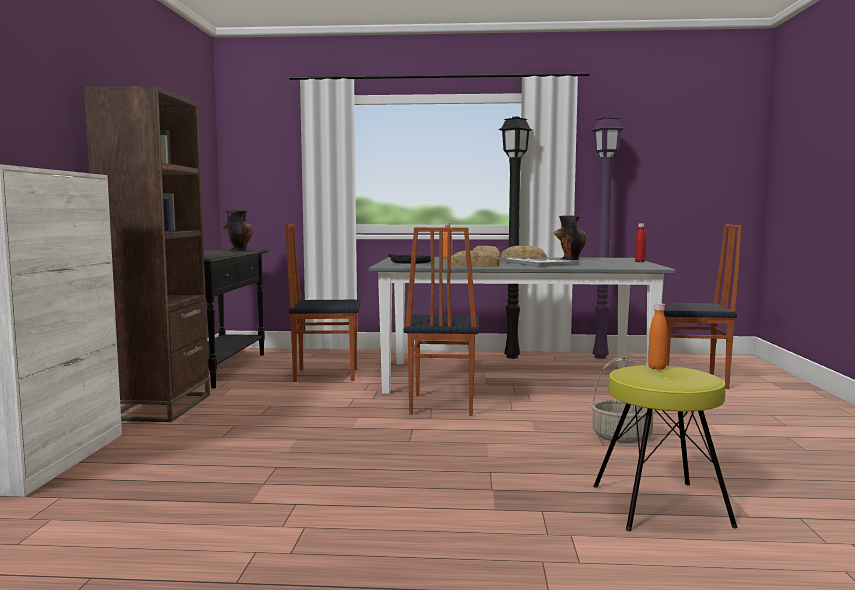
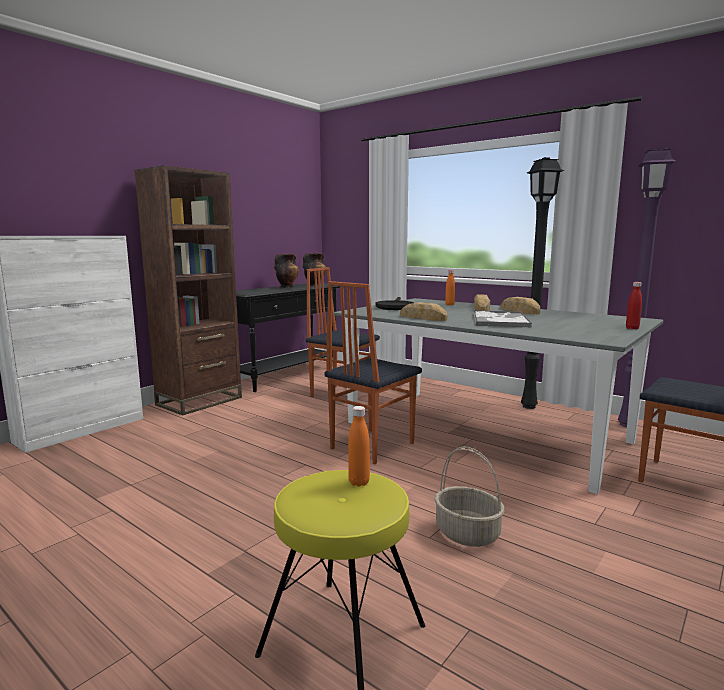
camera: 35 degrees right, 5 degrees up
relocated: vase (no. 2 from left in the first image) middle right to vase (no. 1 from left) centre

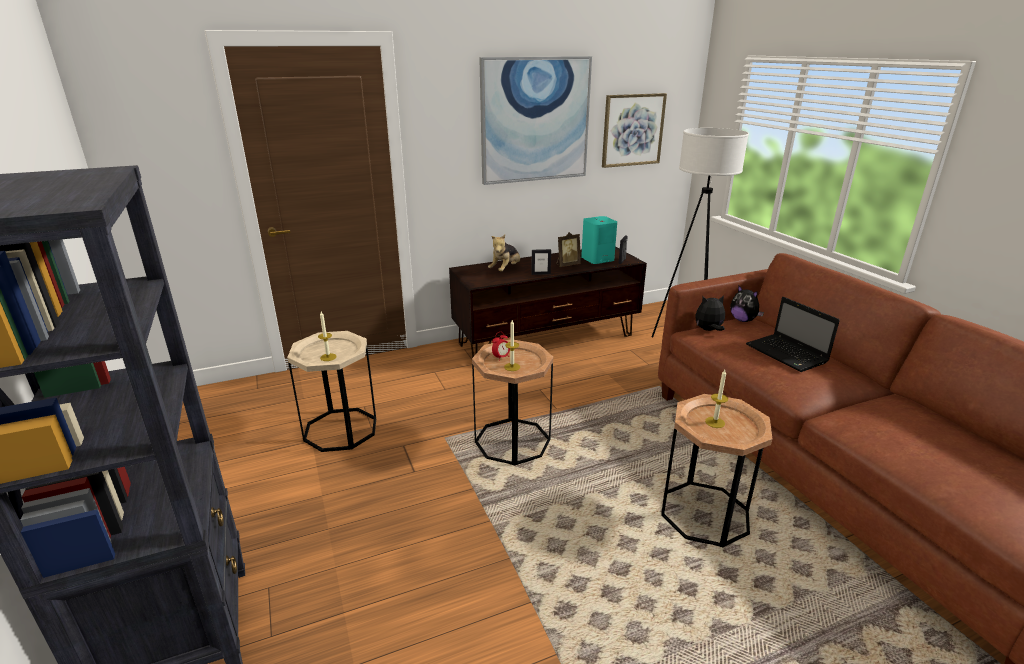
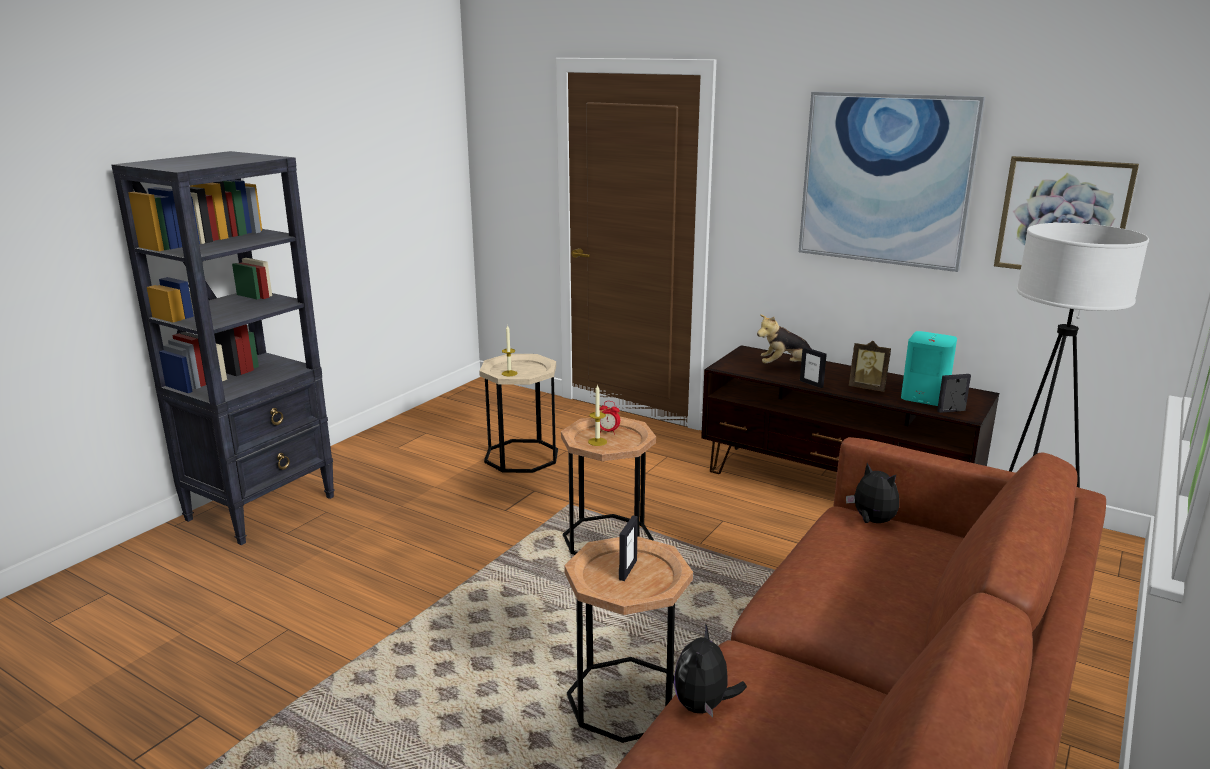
camera: 55 degrees right, 5 degrees down
missing: laptop middle right
relocated: plush toy (no. 3 from left in the first image) middle right to plush toy (no. 1 from left) bottom centre
exchanged: candle (no. 3 from left) middle right to picture frame (no. 1 from left) bottom centre

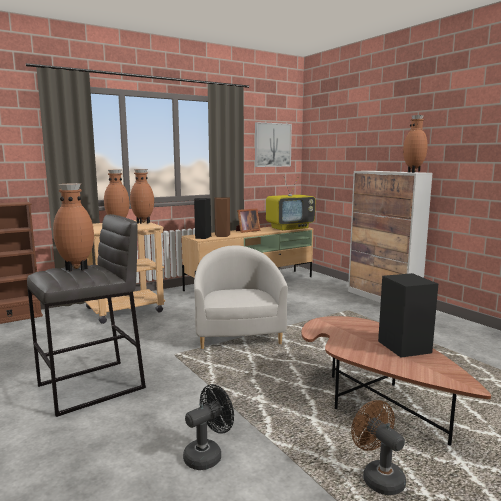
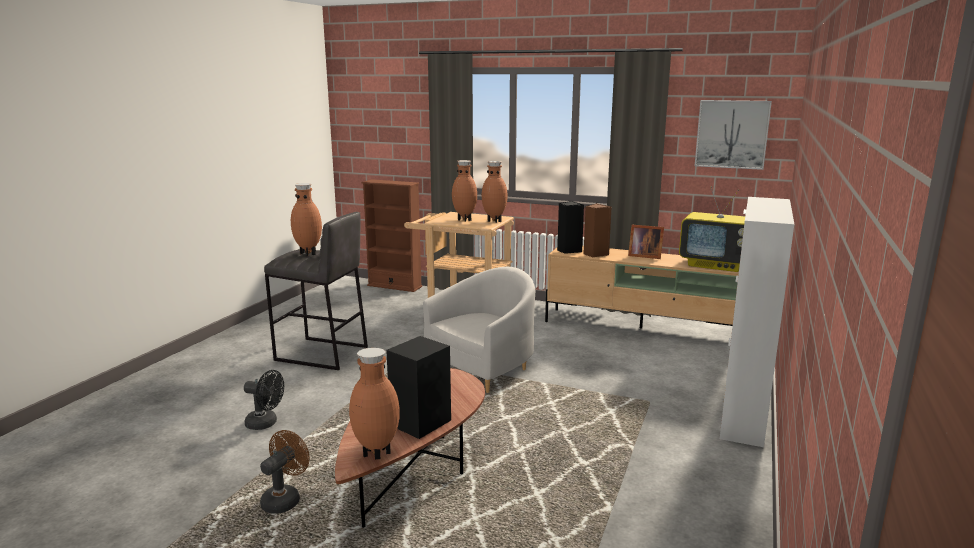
camera: 55 degrees right, 5 degrees up
relocated: brown vase (no. 4 from left in the first image) top right to brown vase (no. 2 from left) bottom centre

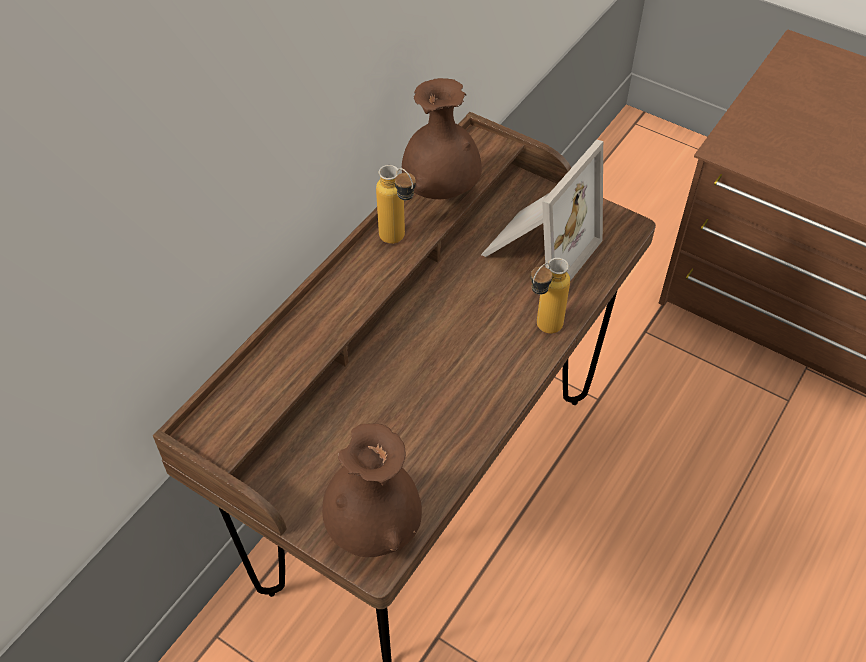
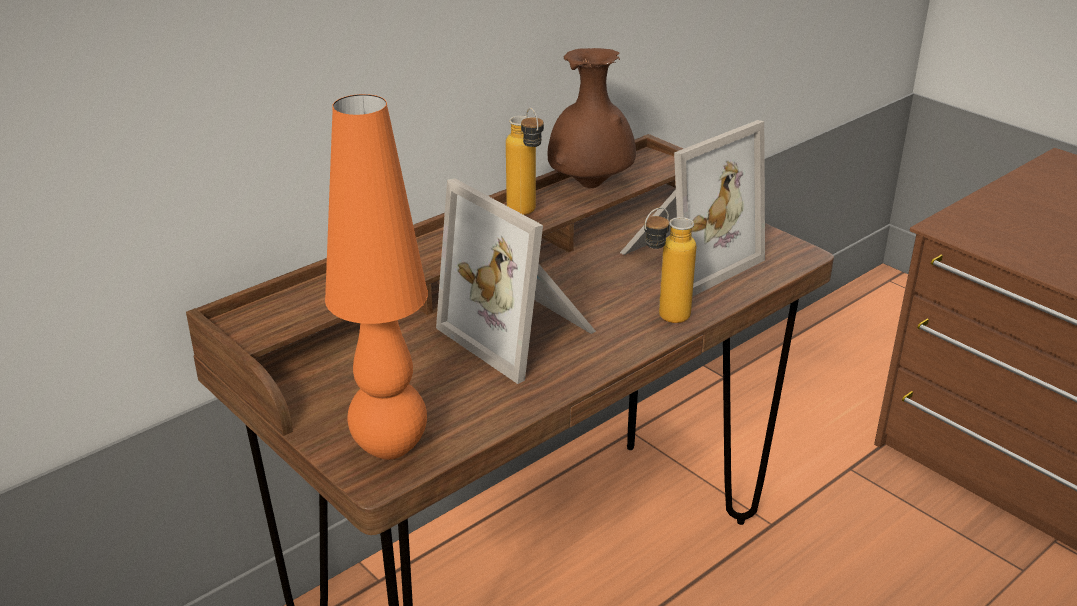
camera: 15 degrees right, 20 degrees down
appeared: picture frame (no. 1 from left) centre
exchanged: brown vase (no. 1 from left) bottom centre to orange table lamp centre

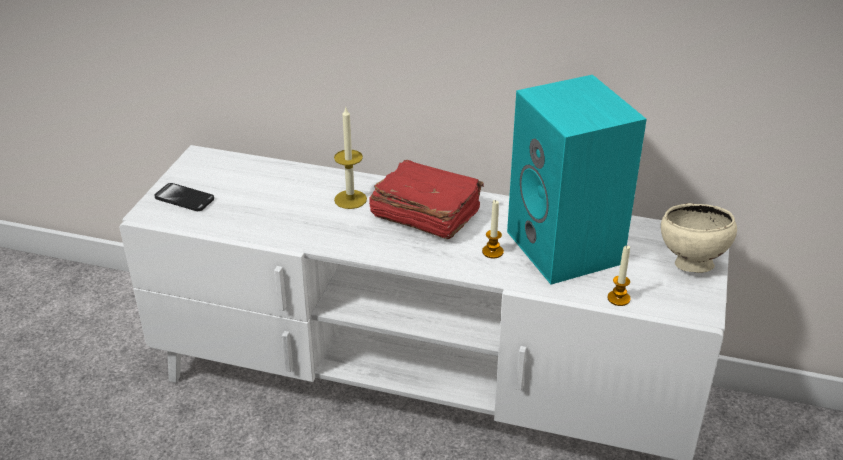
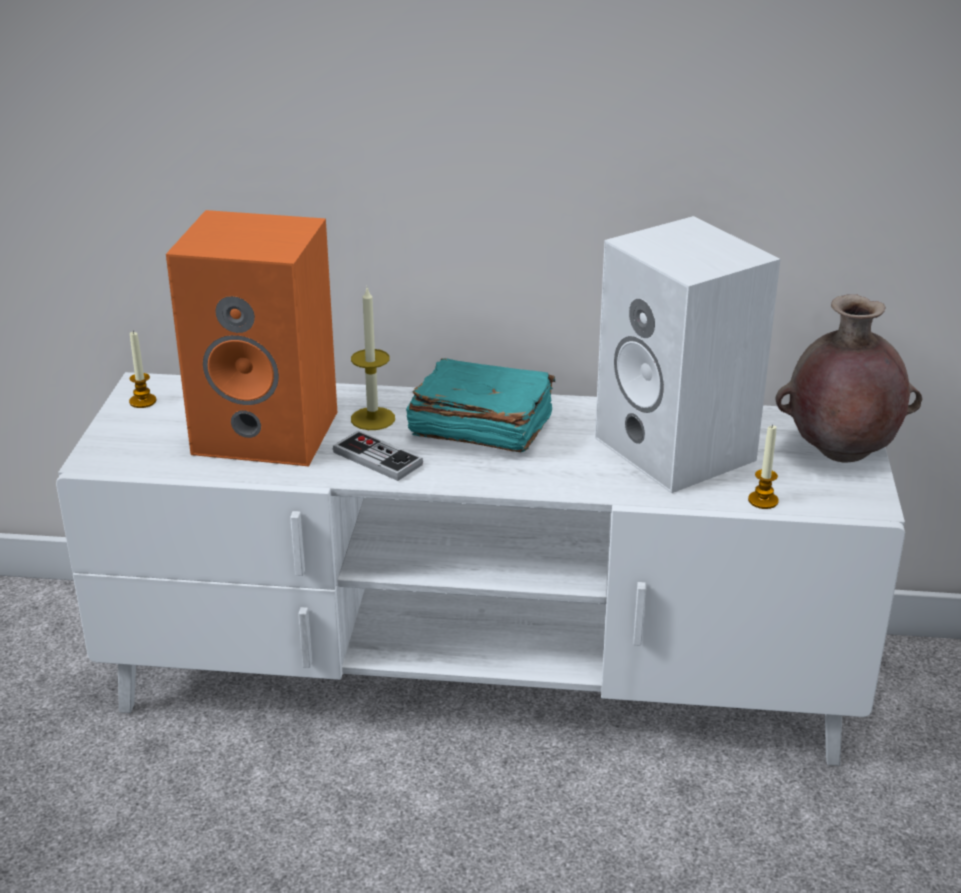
camera: 10 degrees left, 5 degrees down
missing: phone middle left
appeared: orange speaker middle left; game controller centre
relocated: candle (no. 2 from left in the first image) centre to candle (no. 1 from left) middle left
exchanged: beige bowl middle right to brown vase middle right
colour: turquoise speaker middle right to white speaker middle right; red book centre to turquoise book centre

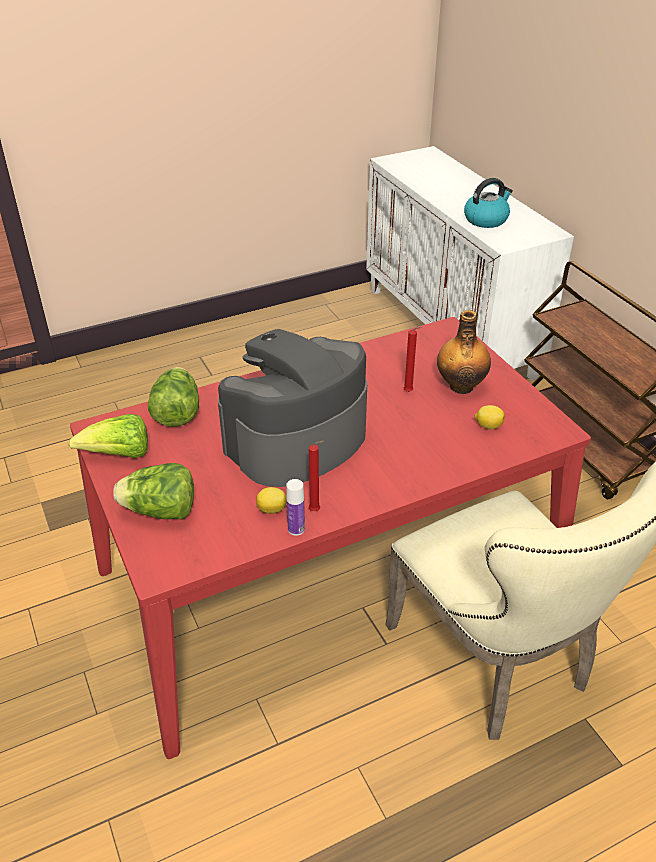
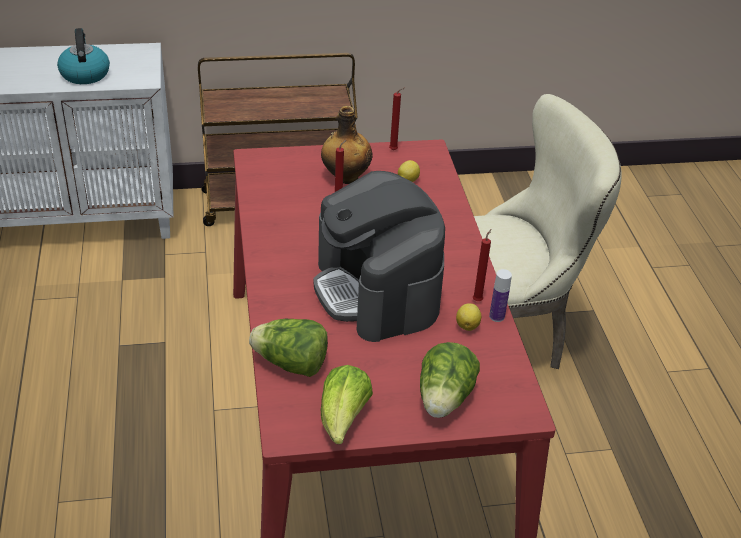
camera: 75 degrees left, 0 degrees up
appeared: red candle (no. 2 from left) top centre

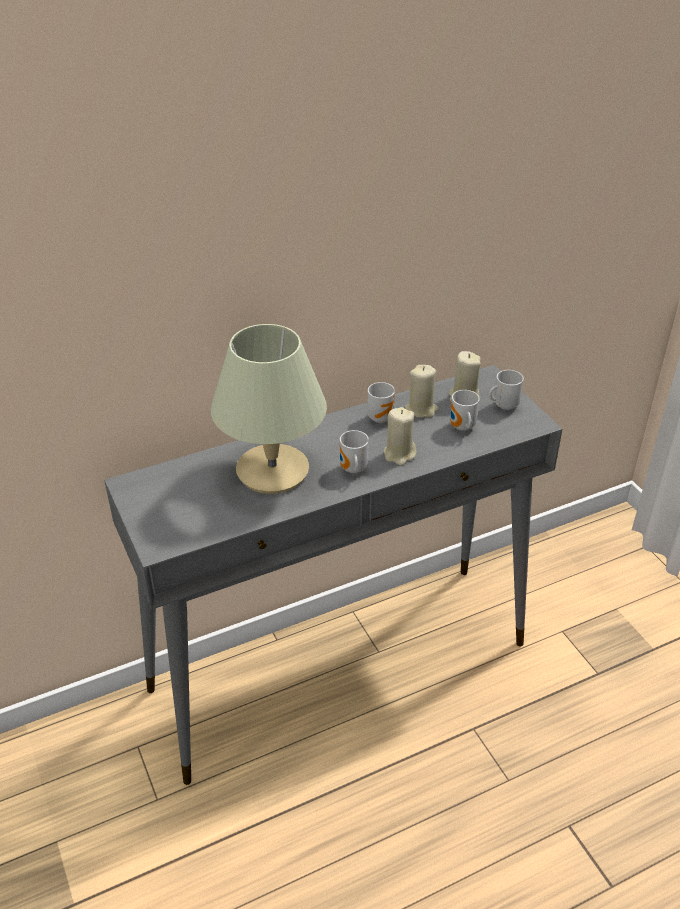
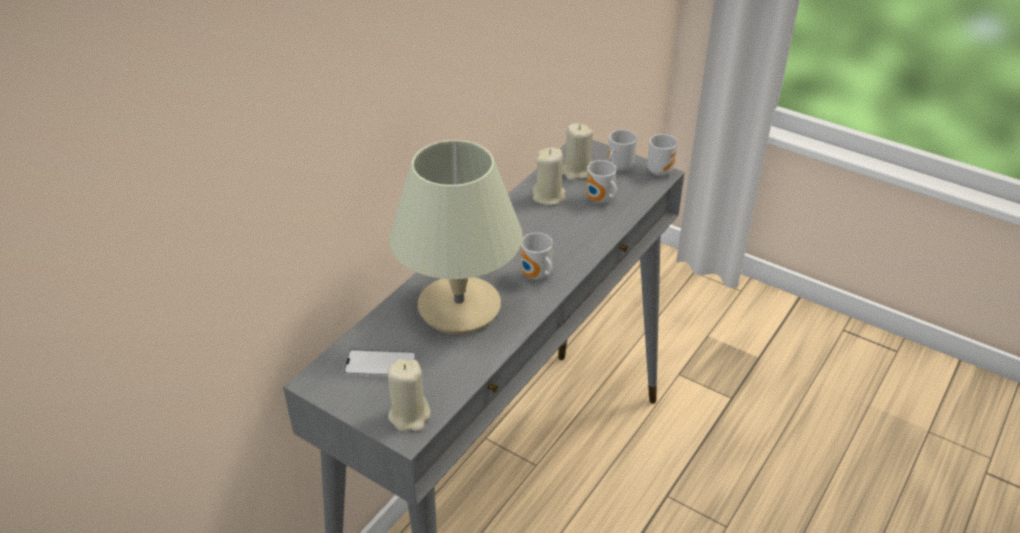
camera: 30 degrees left, 0 degrees up
appeared: phone bottom centre
relocated: mug (no. 2 from left in the first image) centre to mug (no. 4 from left) top centre; beige candle (no. 1 from left) centre to bottom centre

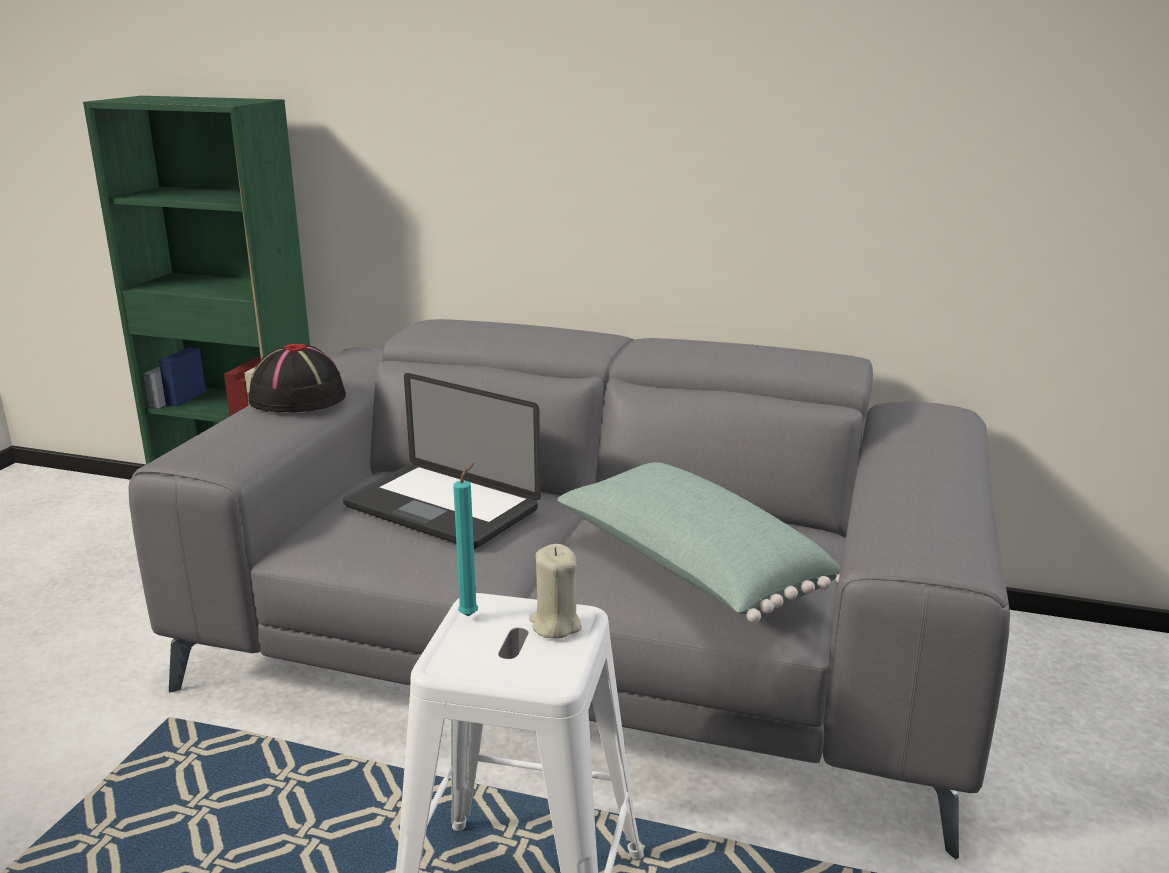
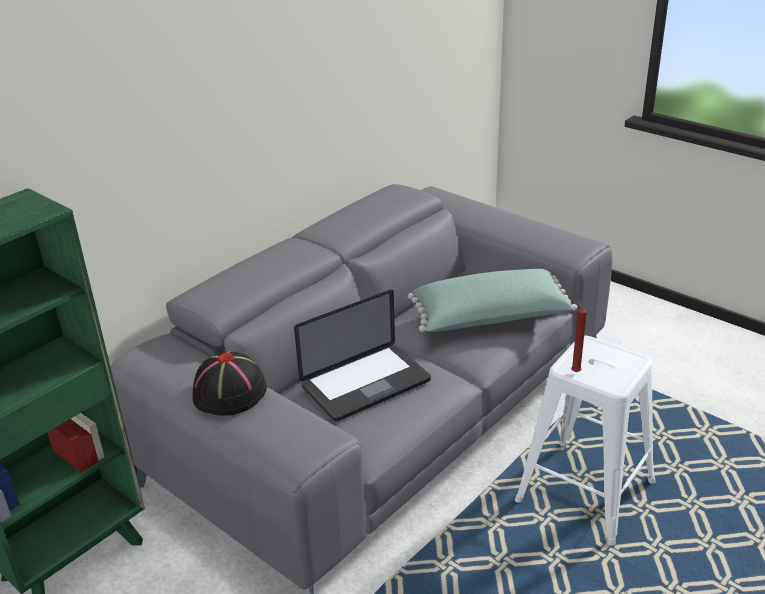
camera: 65 degrees left, 10 degrees up
missing: beige candle bottom centre
colour: turquoise candle centre to red candle middle right

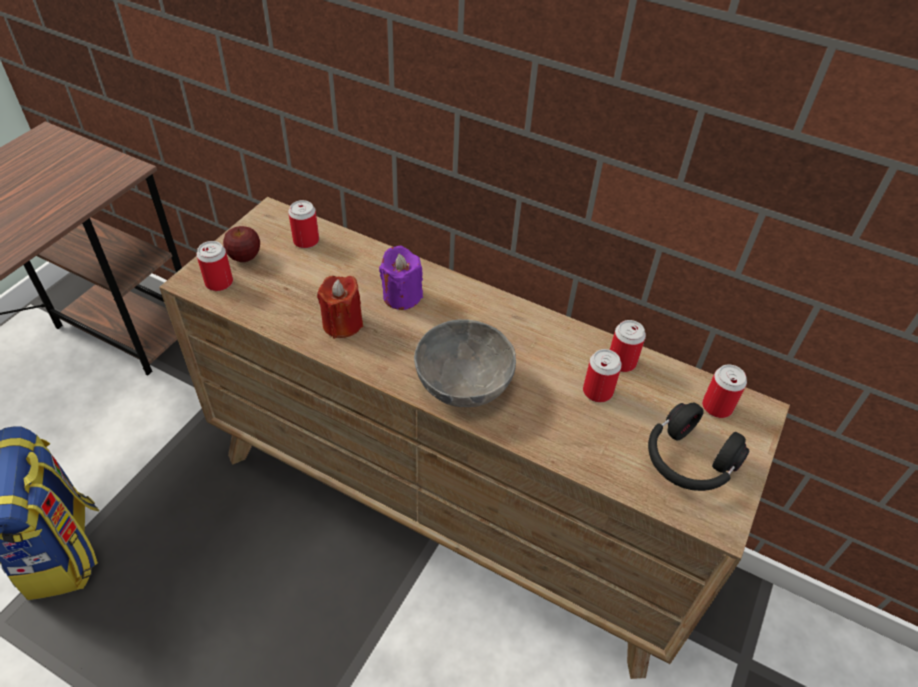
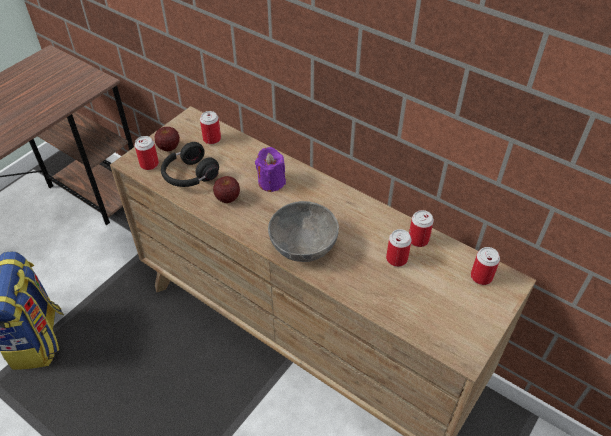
camera: 10 degrees right, 0 degrees up
relocated: black headphones middle right to middle left
exchanged: red candle centre to apple (no. 2 from left) centre

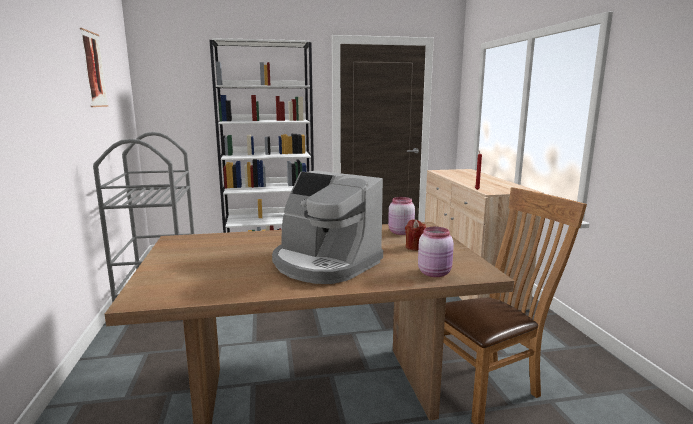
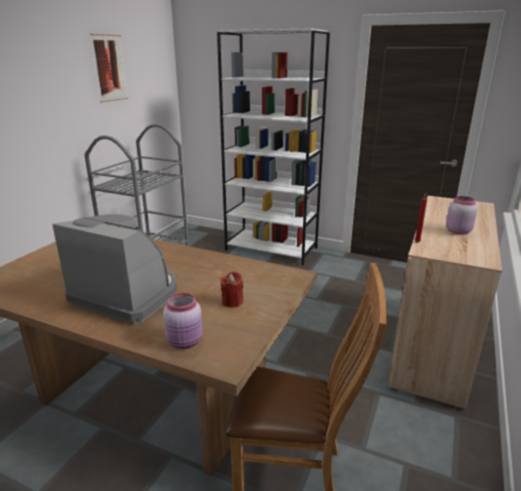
camera: 35 degrees right, 10 degrees up
relocated: pink jar (no. 1 from left in the first image) centre to pink jar (no. 2 from left) middle right
spun: coffee machine centre = middle left 135 degrees clockwise

